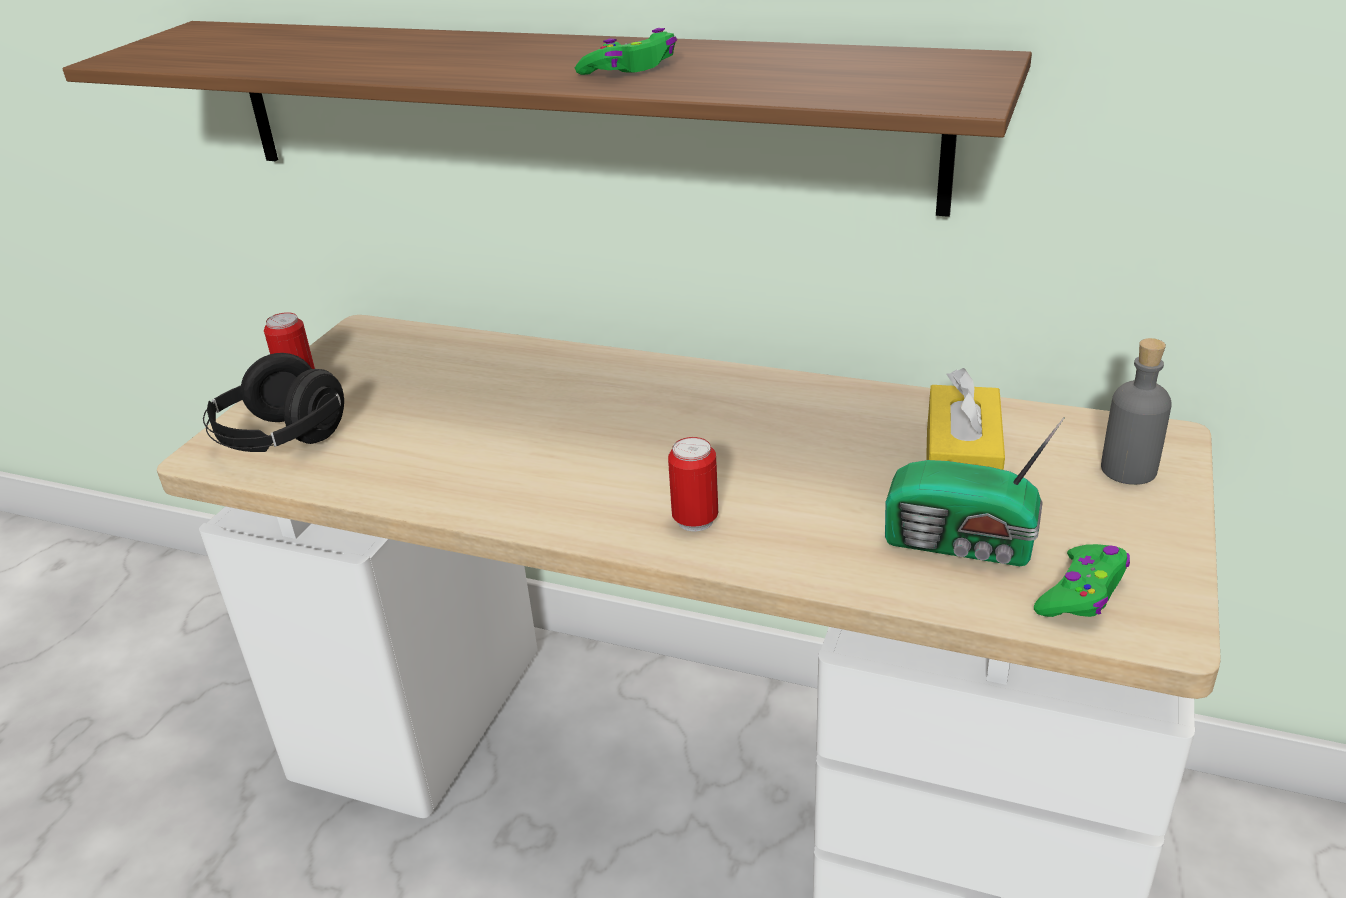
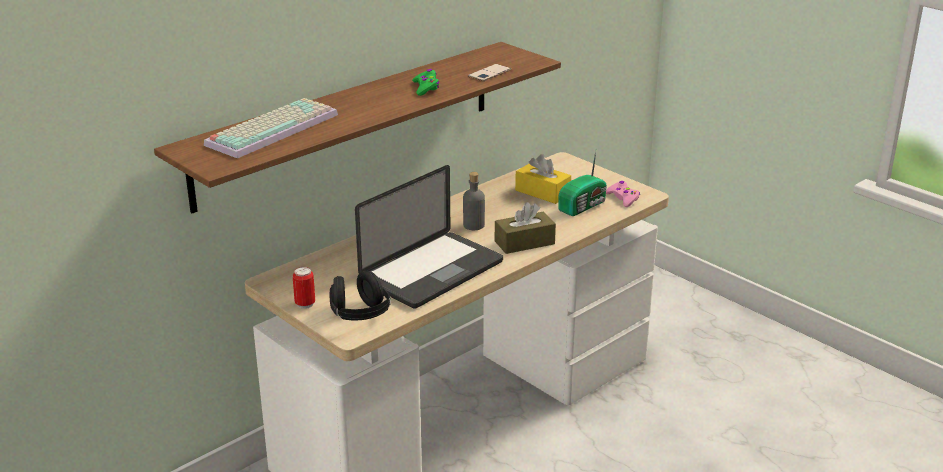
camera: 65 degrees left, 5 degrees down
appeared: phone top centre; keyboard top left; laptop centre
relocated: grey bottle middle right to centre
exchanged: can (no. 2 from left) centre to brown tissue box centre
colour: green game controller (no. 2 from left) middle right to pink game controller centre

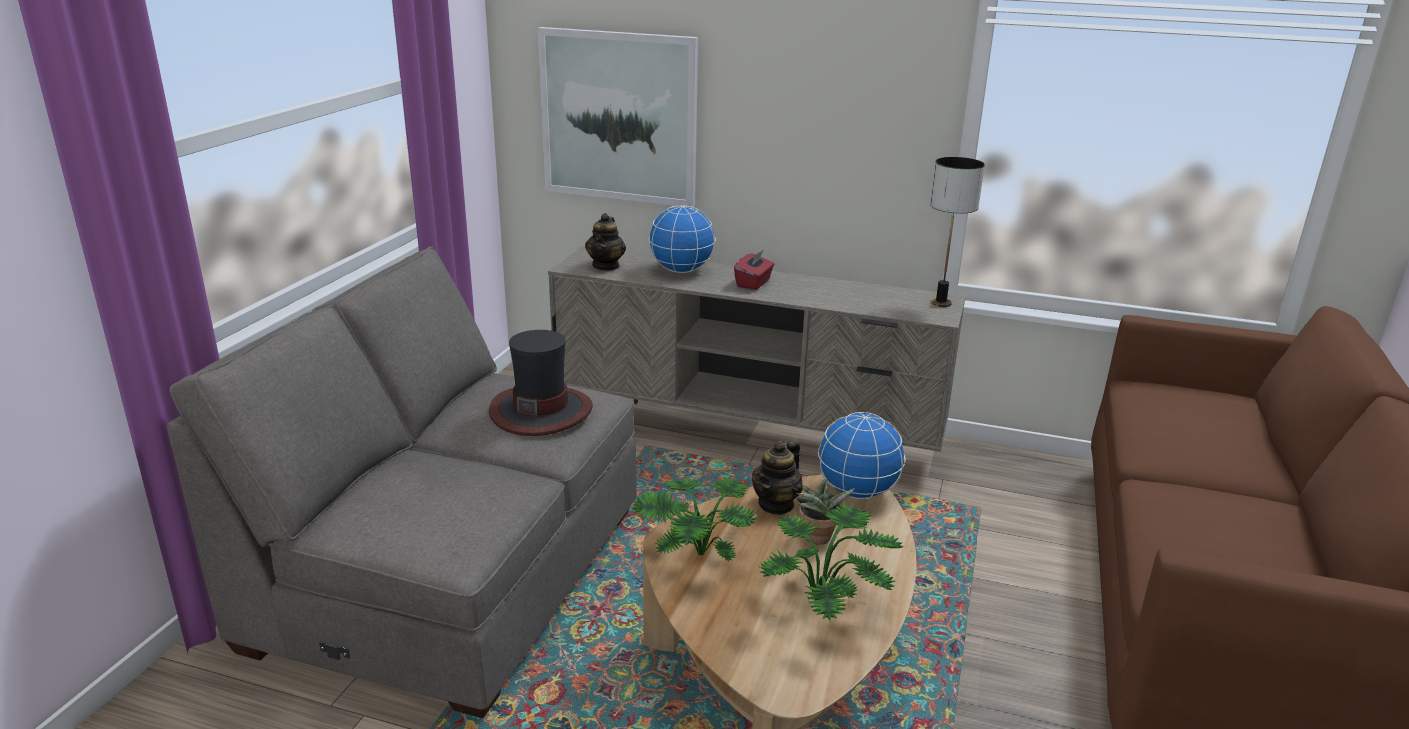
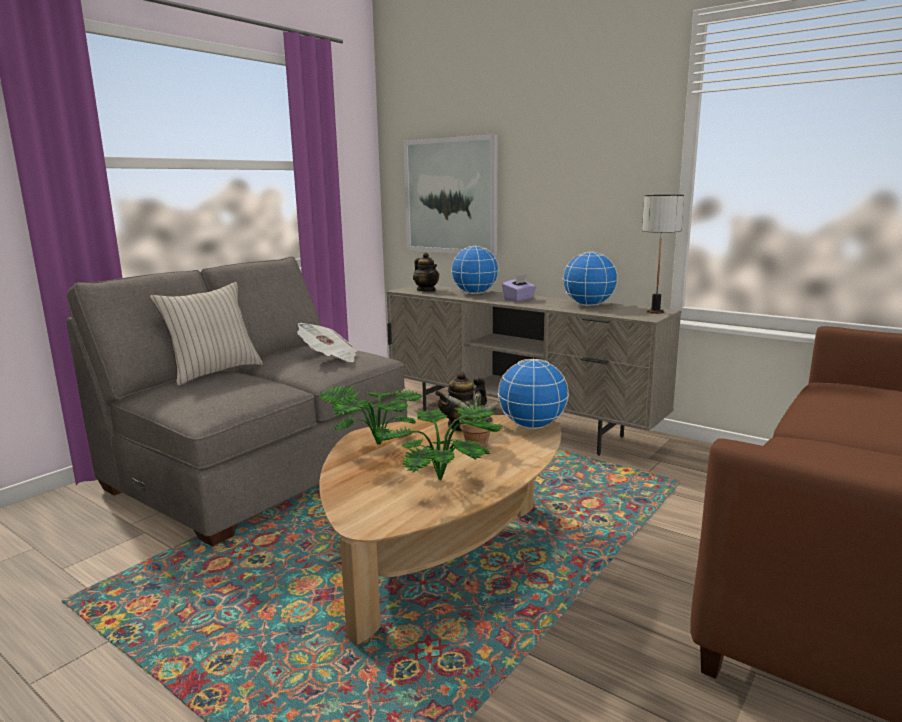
camera: 20 degrees right, 10 degrees down
appeared: globe (no. 3 from left) centre; beige pillow middle left
exchanged: hat centre to newspaper centre
colour: red tissue box centre to purple tissue box centre
spun: teapot (no. 1 from left) top centre = centre 60 degrees counterclockwise

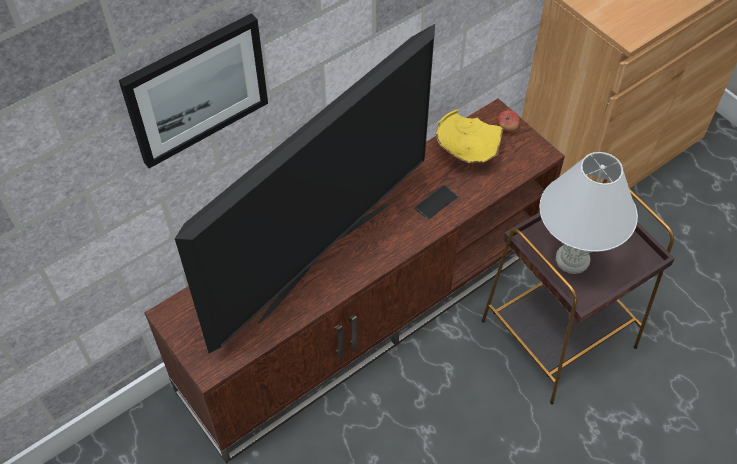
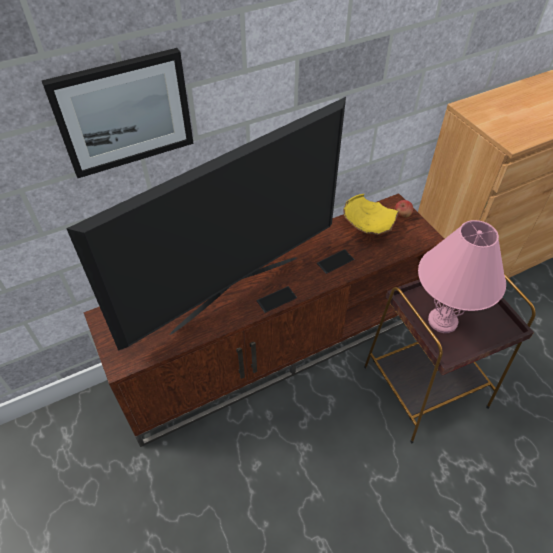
camera: 10 degrees right, 5 degrees down
appeared: phone (no. 1 from left) centre
colour: white table lamp middle right to pink table lamp middle right

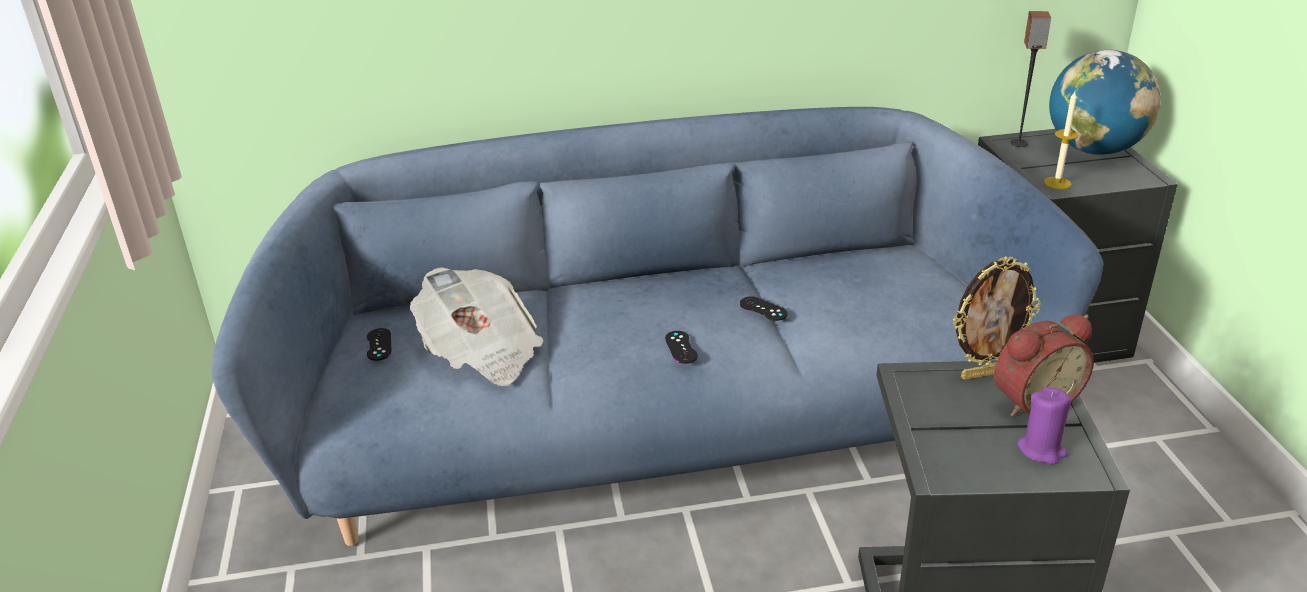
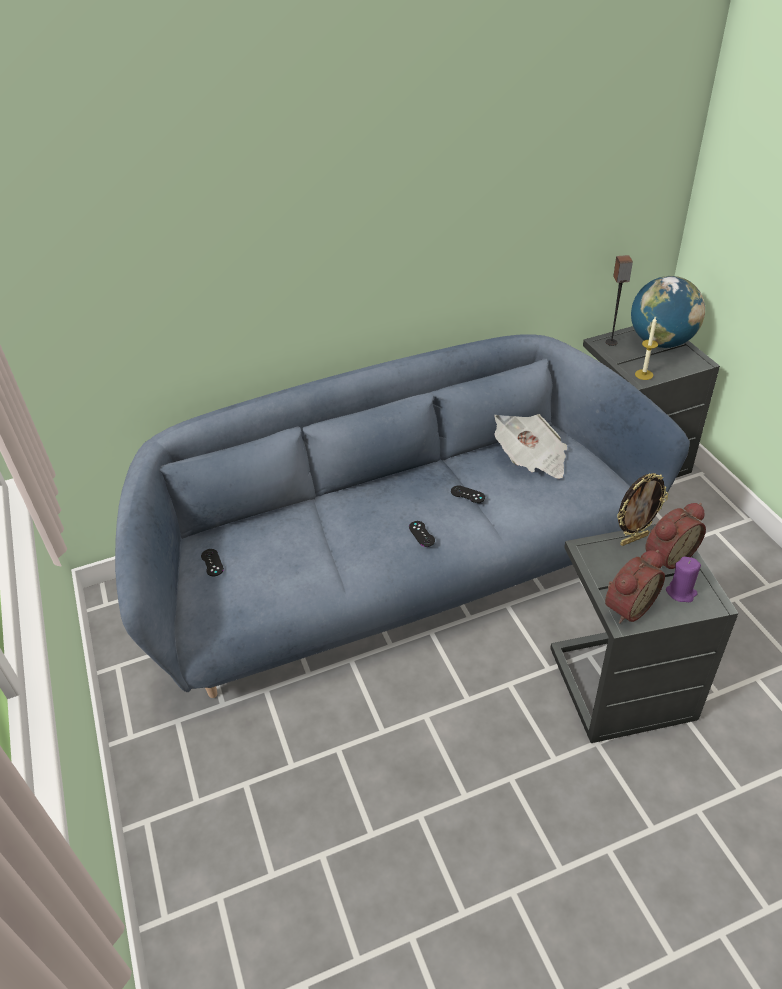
camera: 10 degrees left, 10 degrees up
appeared: alarm clock (no. 1 from left) middle right
relocated: newspaper centre to middle right

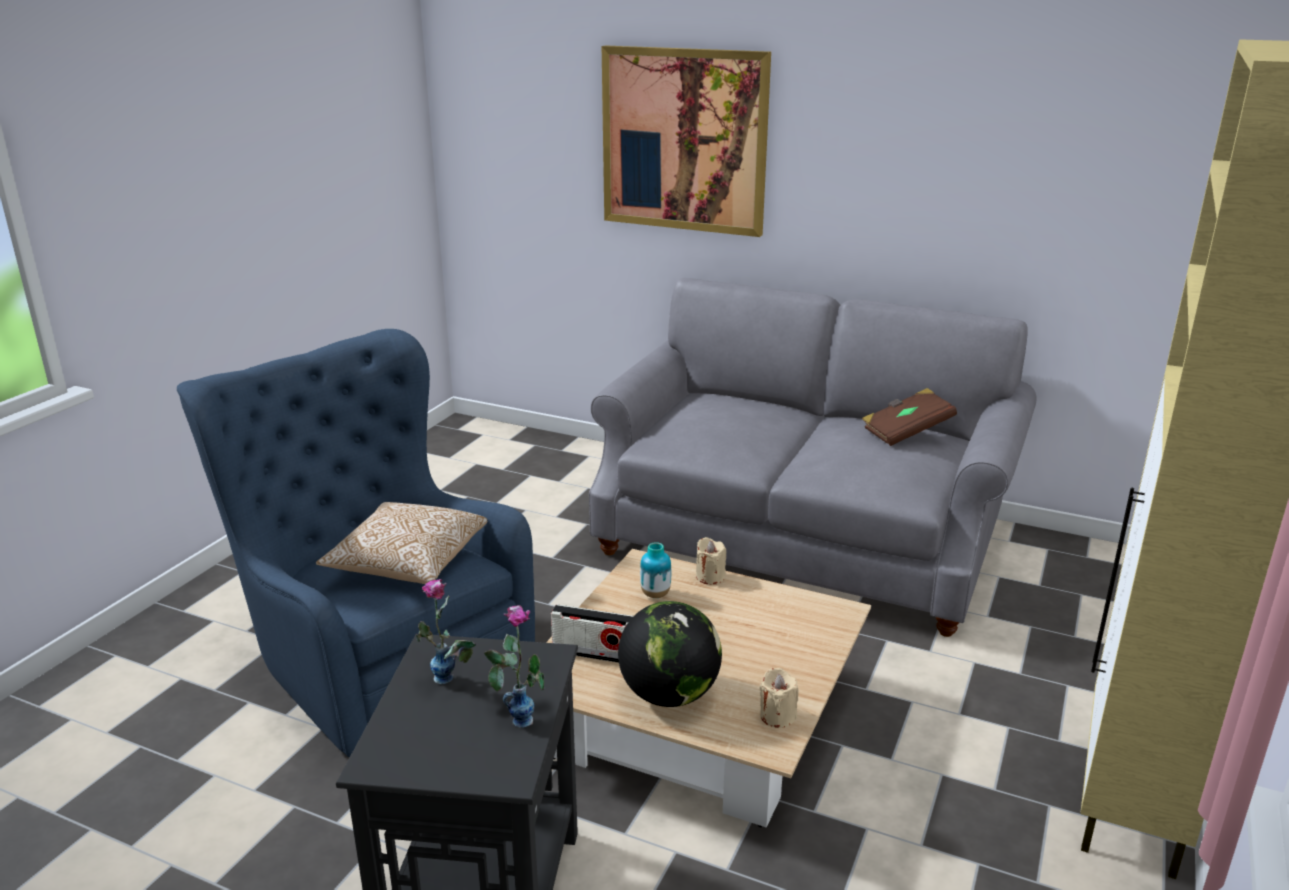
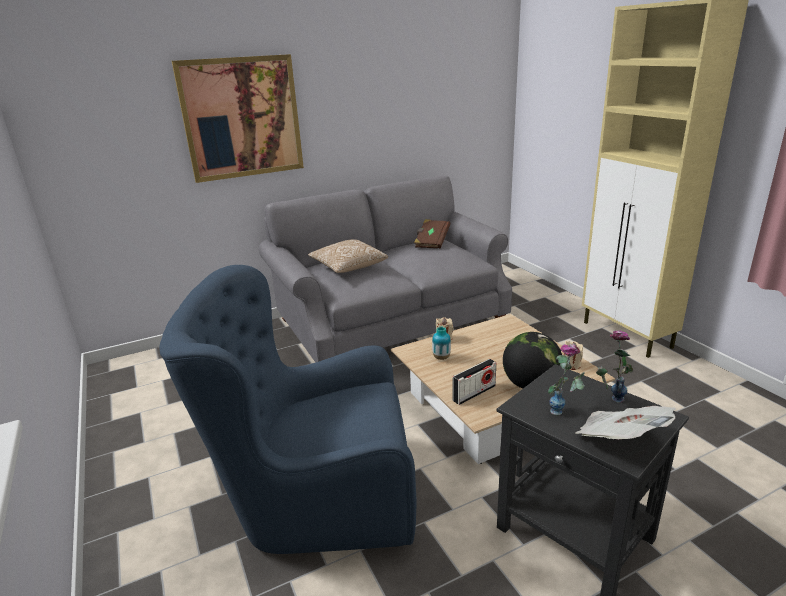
camera: 50 degrees left, 0 degrees up
appeared: newspaper bottom right
relocated: pillow middle left to centre

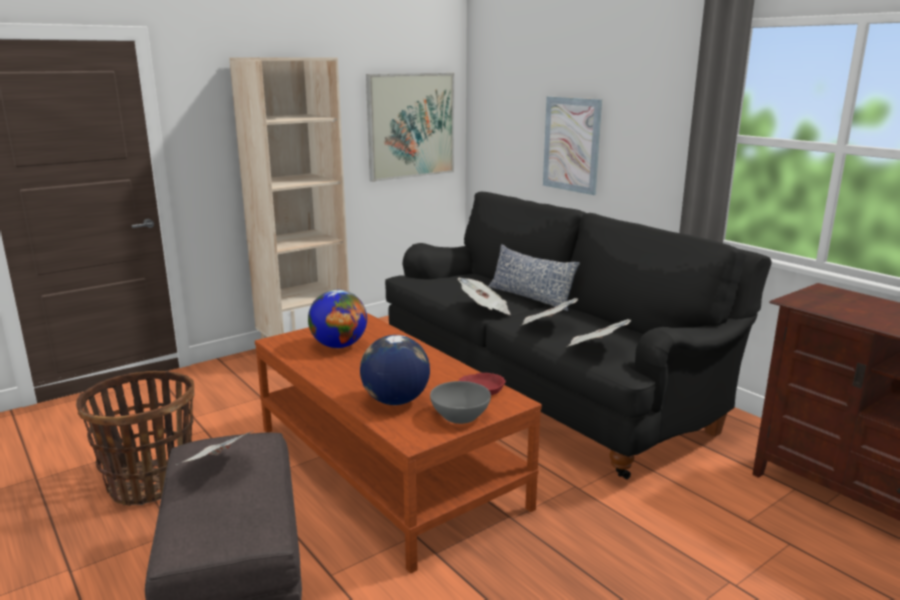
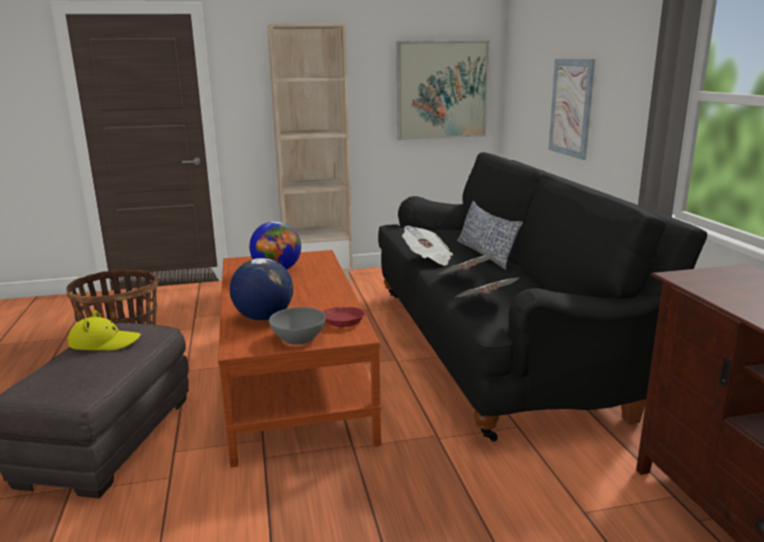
camera: 25 degrees right, 0 degrees up
exchanged: newspaper (no. 1 from left) bottom left to yellow hat middle left

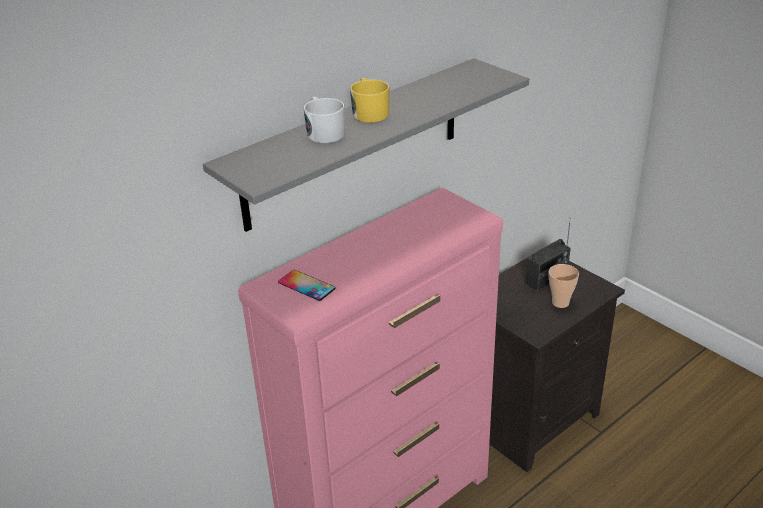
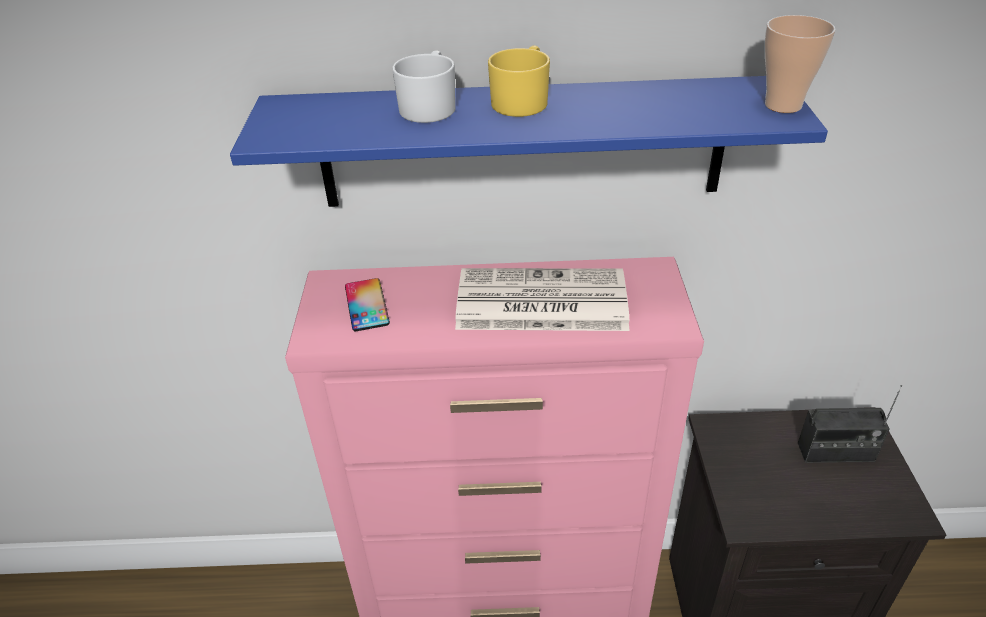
camera: 40 degrees right, 5 degrees up
appeared: newspaper centre
relocated: cup middle right to top right
colour: grey shelf top centre to blue shelf top centre

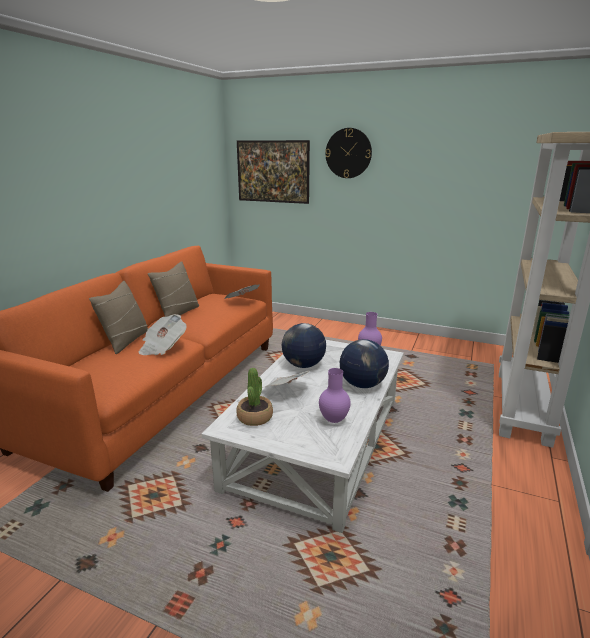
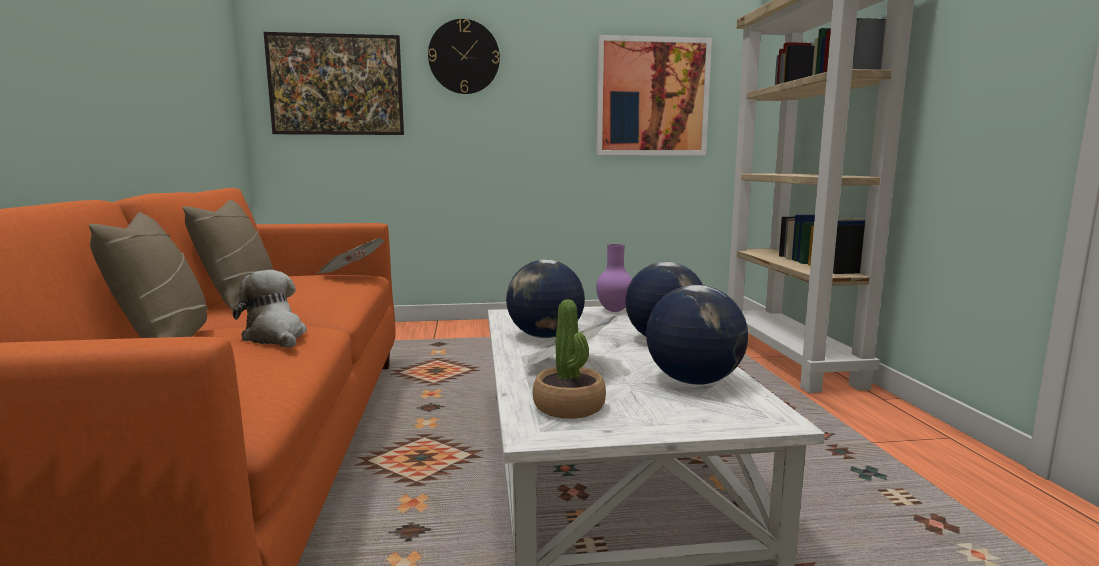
camera: 30 degrees left, 10 degrees down
appeared: picture (no. 2 from left) top centre
exchanged: newspaper (no. 1 from left) middle left to plush toy middle left; purple vase (no. 1 from left) centre to globe (no. 3 from left) centre

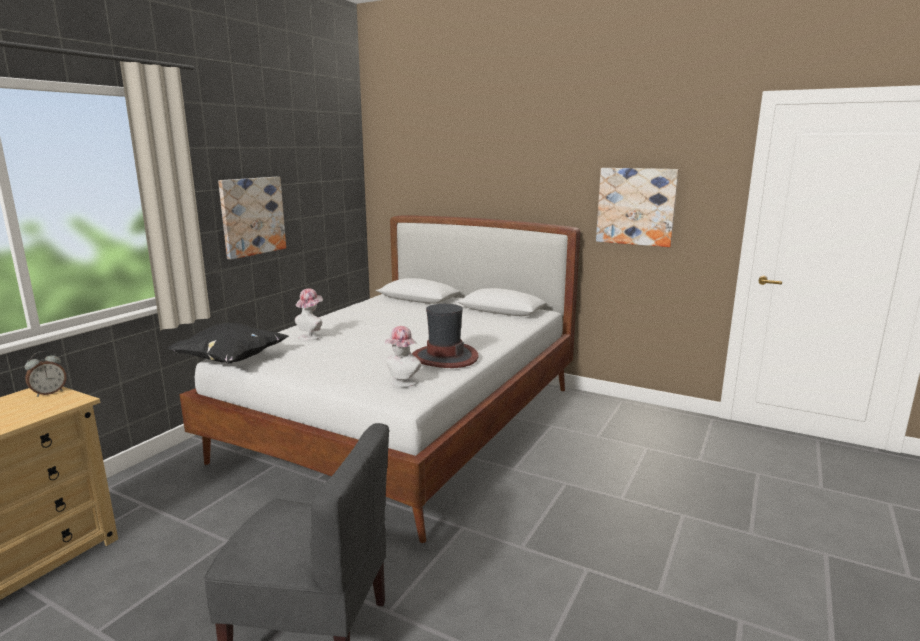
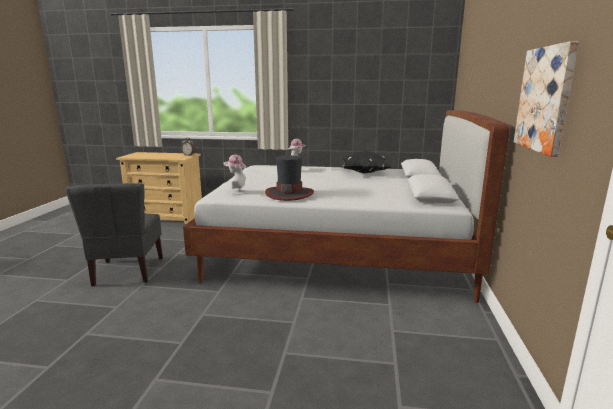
camera: 70 degrees right, 0 degrees up
missing: picture (no. 1 from left) middle left
relocated: black pillow middle left to centre

